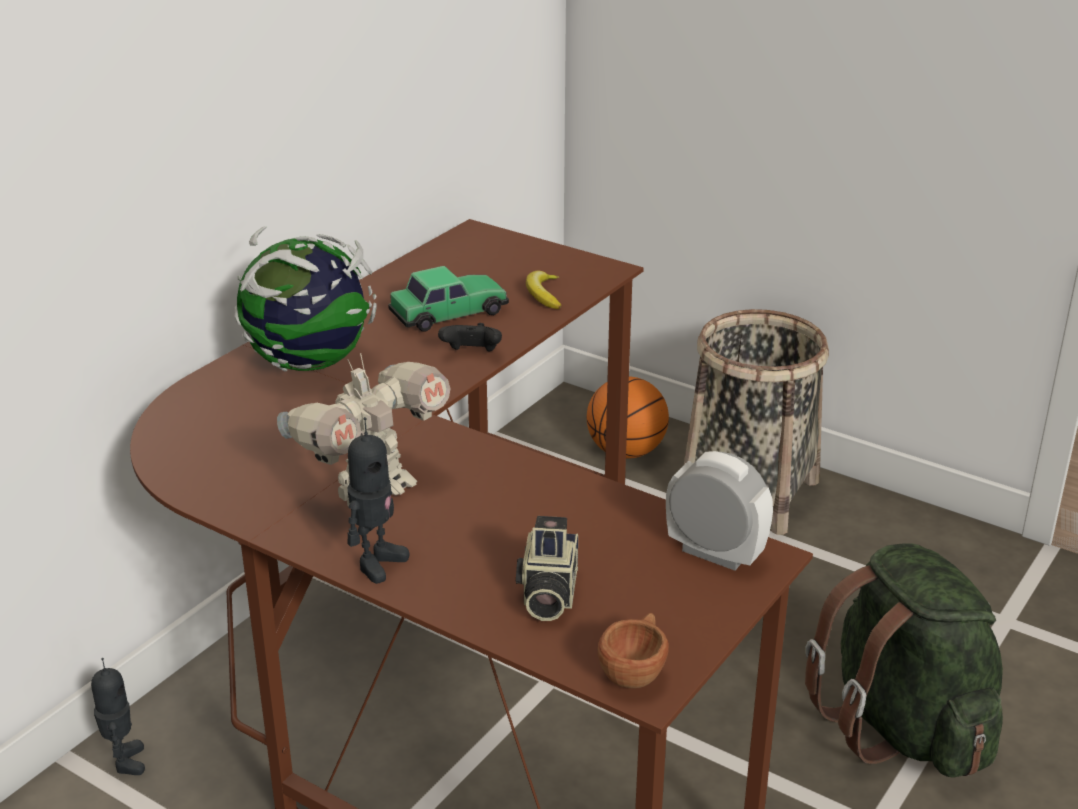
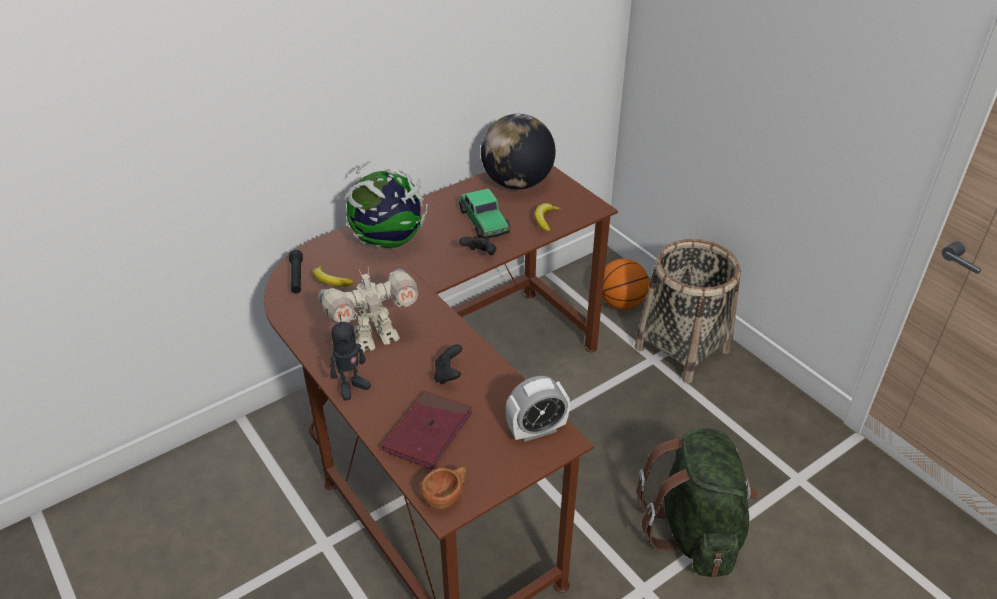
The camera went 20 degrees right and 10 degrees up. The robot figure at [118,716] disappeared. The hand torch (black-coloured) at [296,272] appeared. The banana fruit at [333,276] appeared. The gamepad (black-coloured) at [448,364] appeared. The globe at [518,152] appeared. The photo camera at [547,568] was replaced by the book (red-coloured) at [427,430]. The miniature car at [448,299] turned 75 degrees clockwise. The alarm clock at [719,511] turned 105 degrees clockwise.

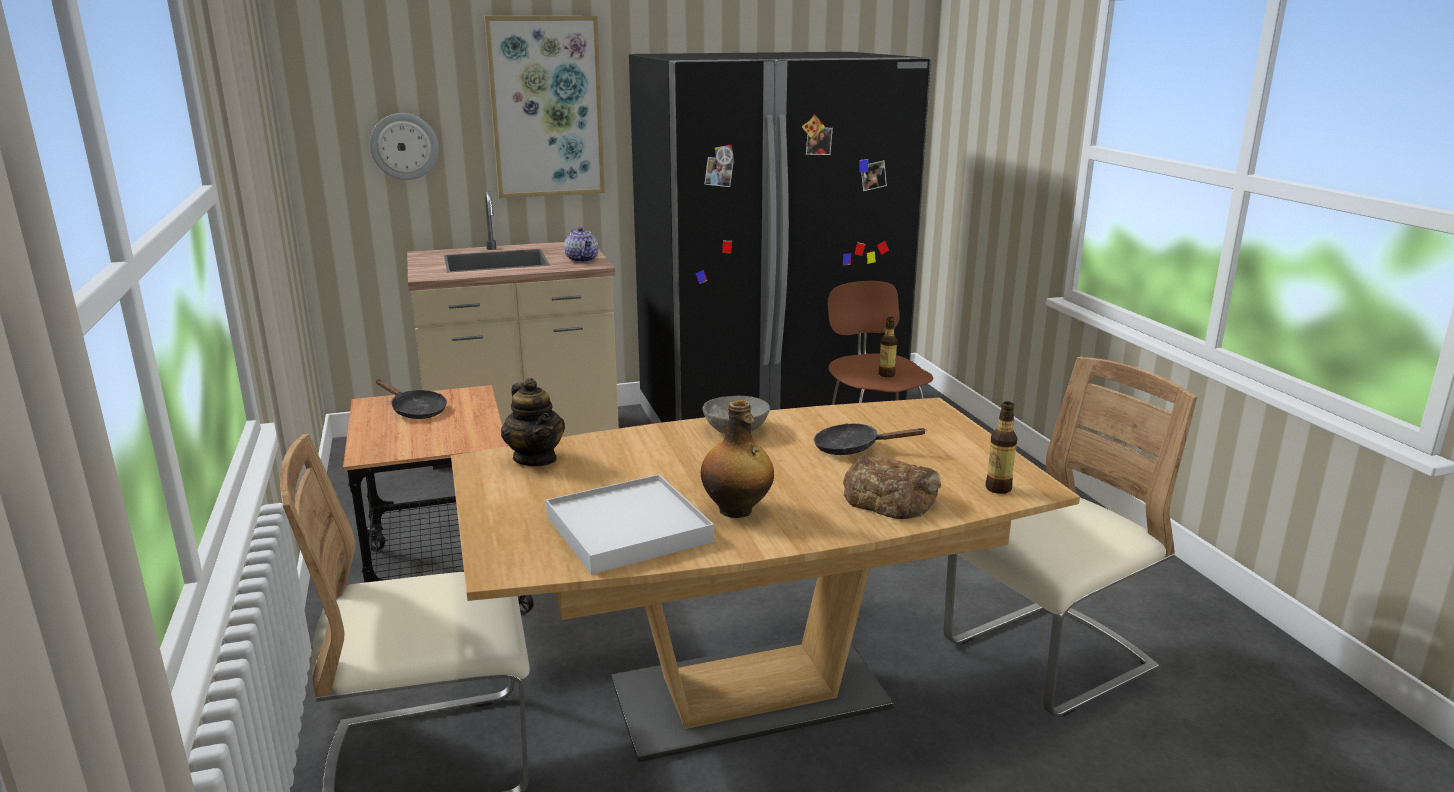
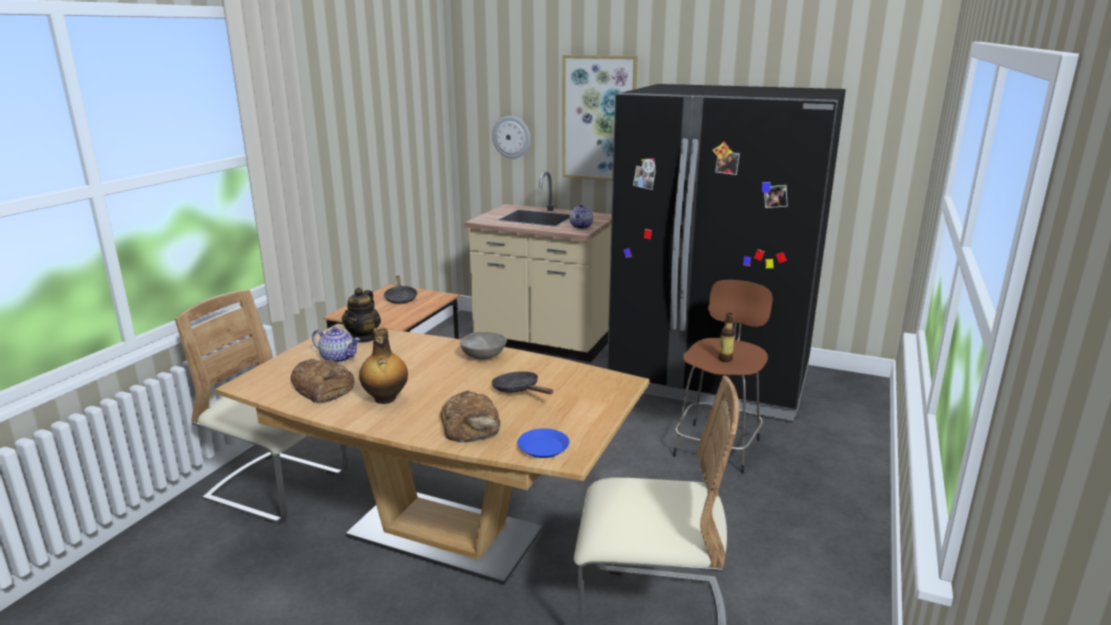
The camera went 40 degrees right and 0 degrees up. The tea pot at [336,345] appeared. The carrying tray (white) at [630,524] was replaced by the baked bread at [322,381]. The beverage bottle at [1001,447] was replaced by the flat dish (bluish) at [544,443].

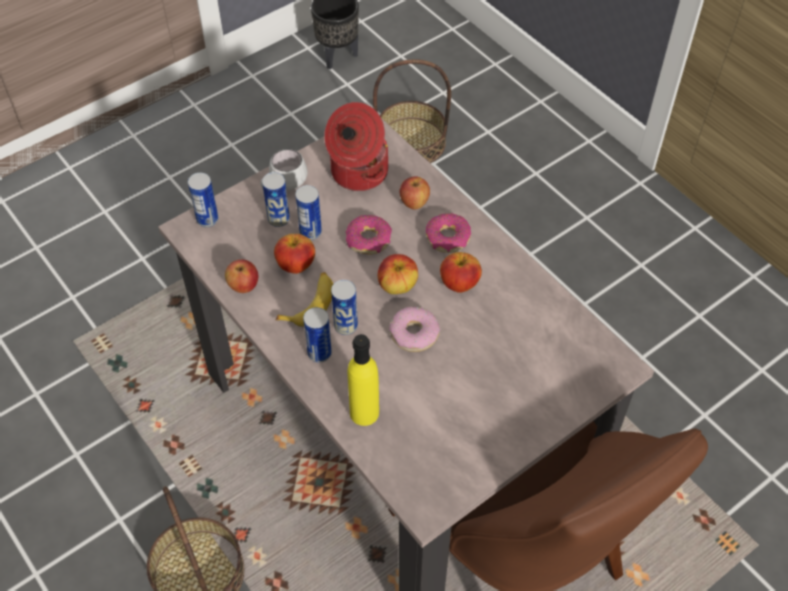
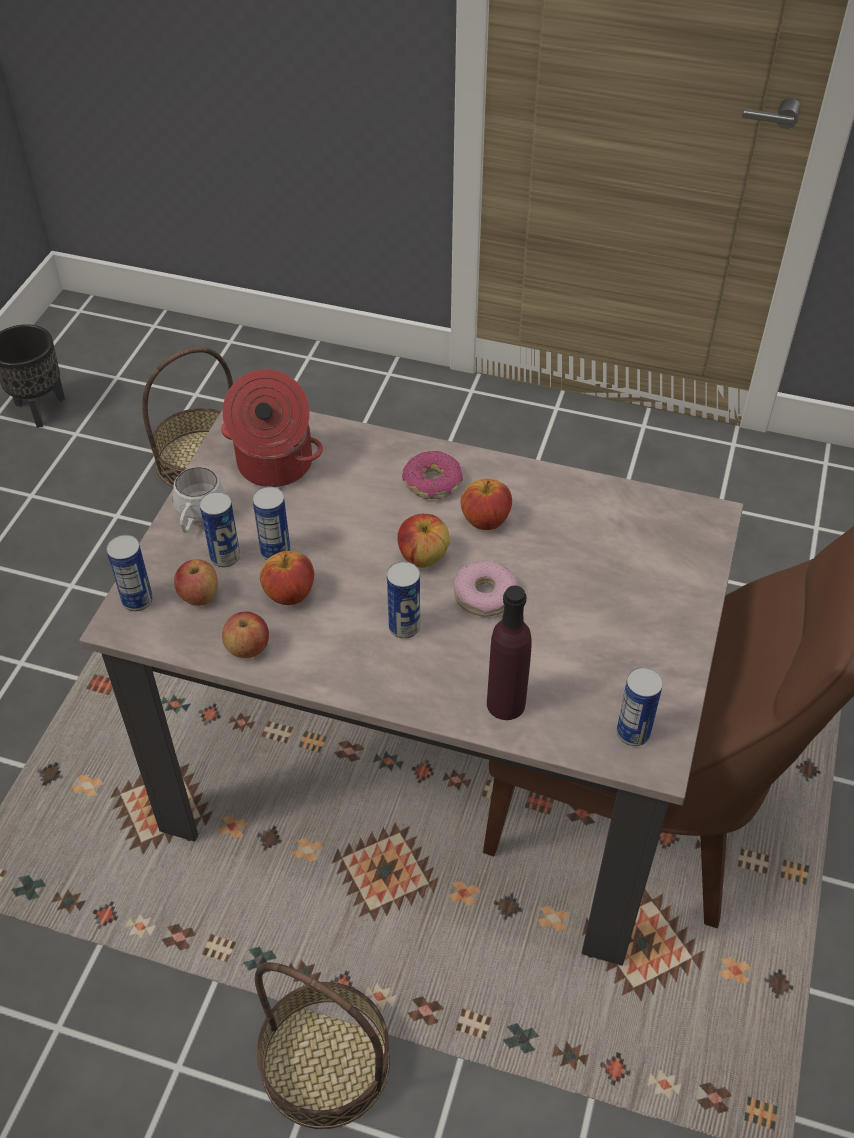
The camera went 35 degrees left and 5 degrees down. The banana fruit at [304,299] disappeared. The ring doughnut at [369,235] disappeared. The can moved from [317,335] to [640,706]. The whole apple moved from [415,193] to [196,582]. The beverage bottle (yellow-coloured) at [363,380] became the beverage bottle (purple-coloured) at [509,653].

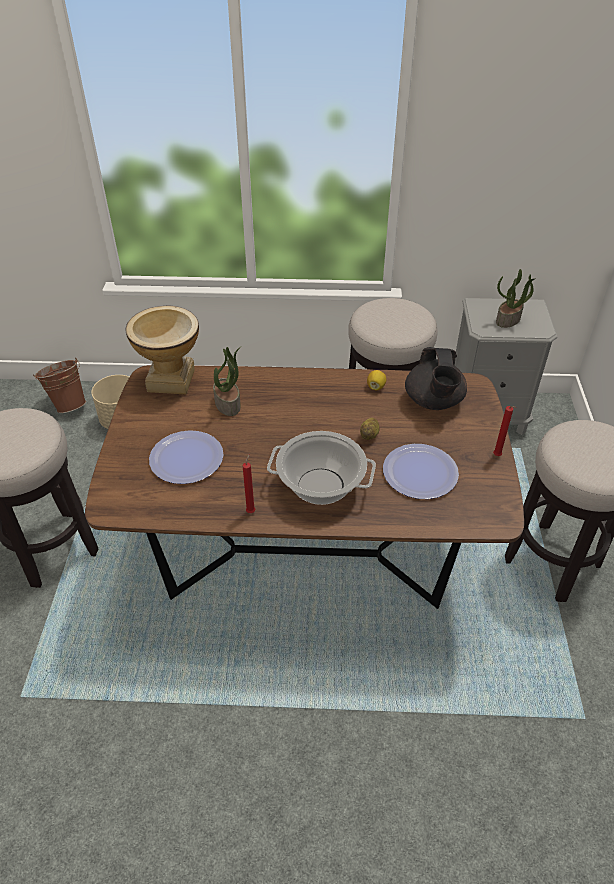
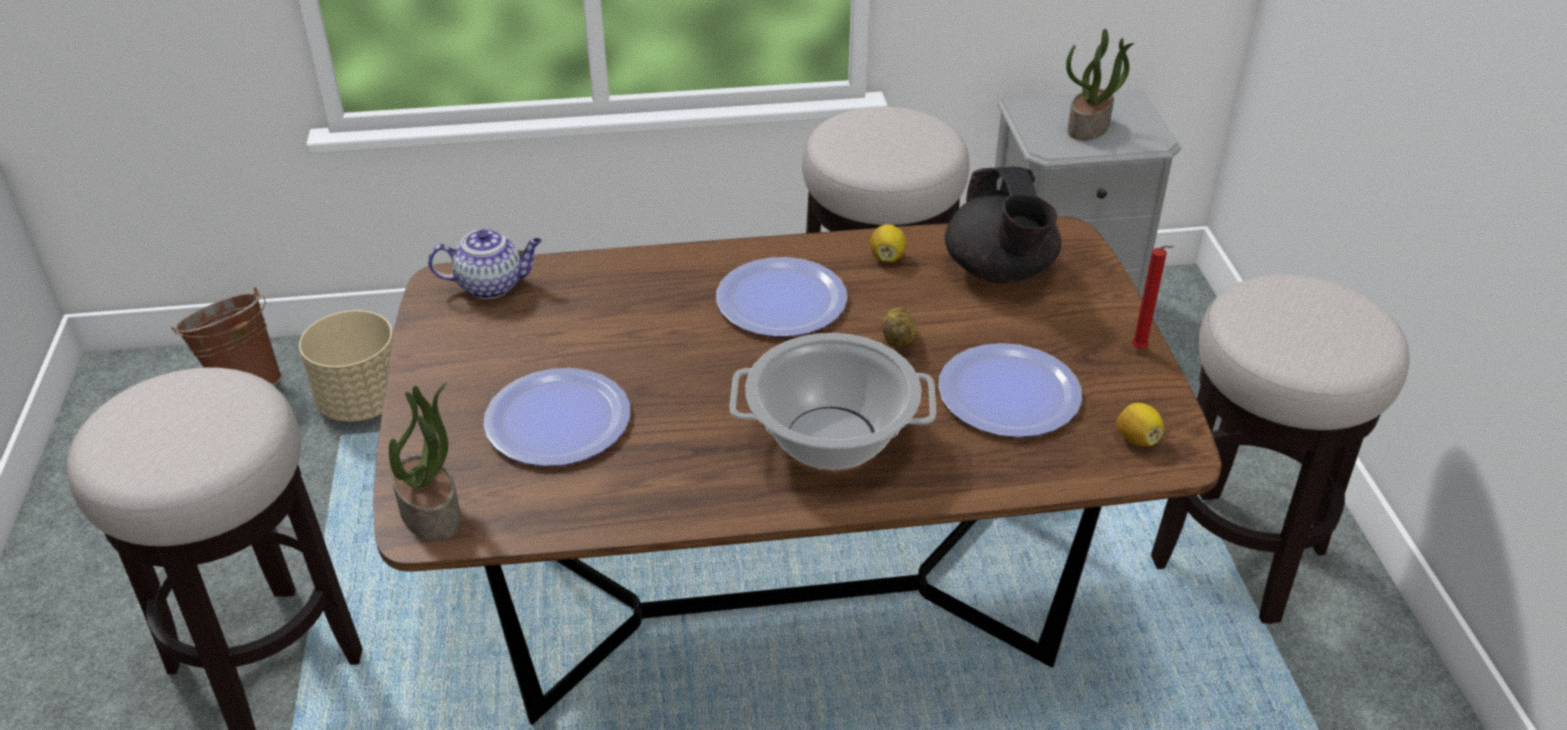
The camera went 10 degrees left and 5 degrees down. The wax light (red-coloured) at [249,483] disappeared. The flat dish at [781,297] appeared. The citrus fruit at [1140,425] appeared. The houseplant moved from [227,381] to [425,461]. The flower vase at [162,350] was replaced by the tea pot at [485,264].

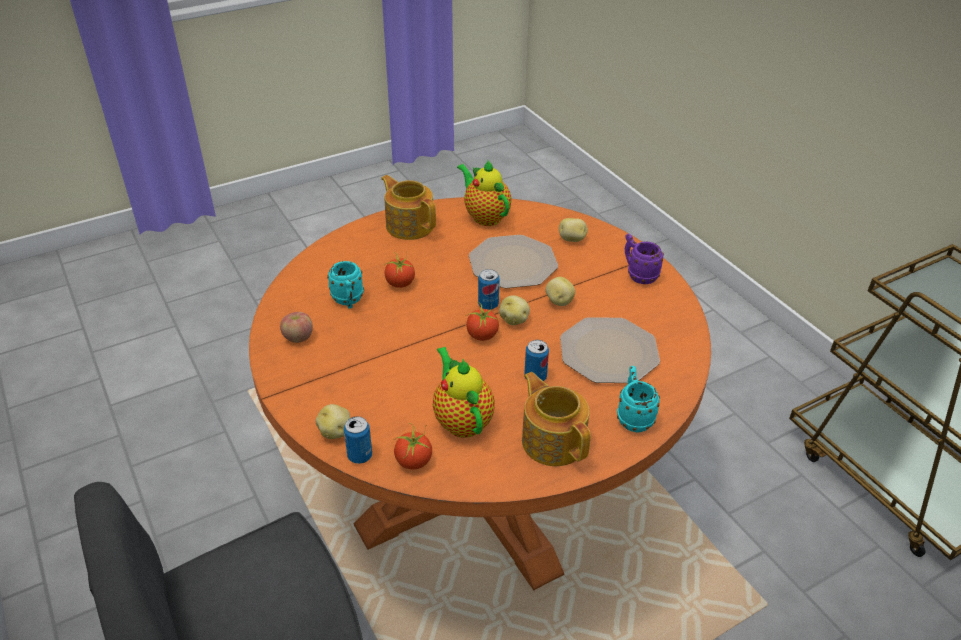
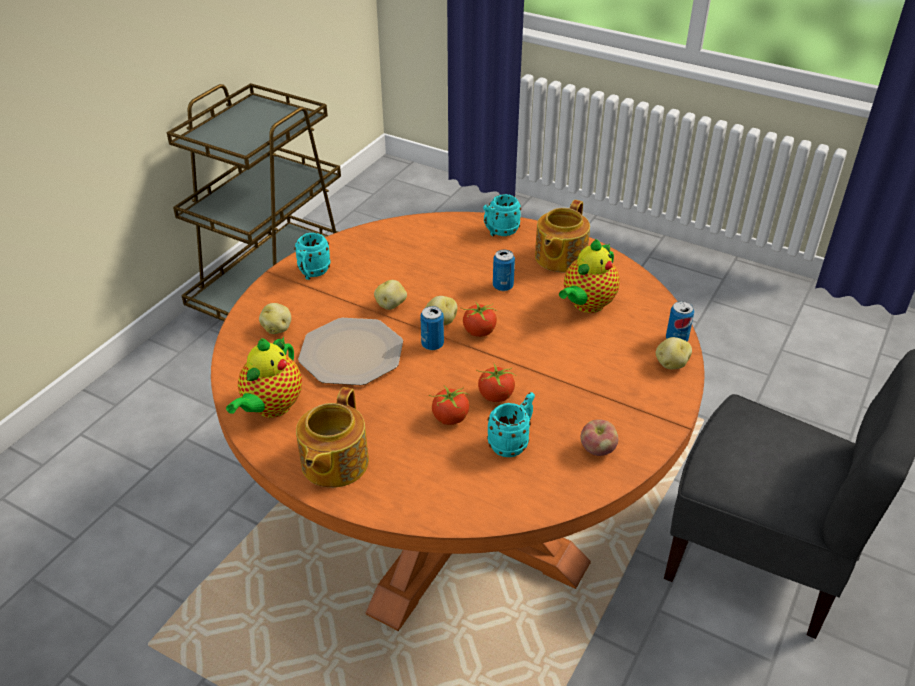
The camera went 120 degrees left and 0 degrees up. The flat dish at [610,350] disappeared. The tomato moved from [413,446] to [496,383]. The tea mug (purple-coloured) at [644,259] became the tea mug (turquoise-coloured) at [312,256].

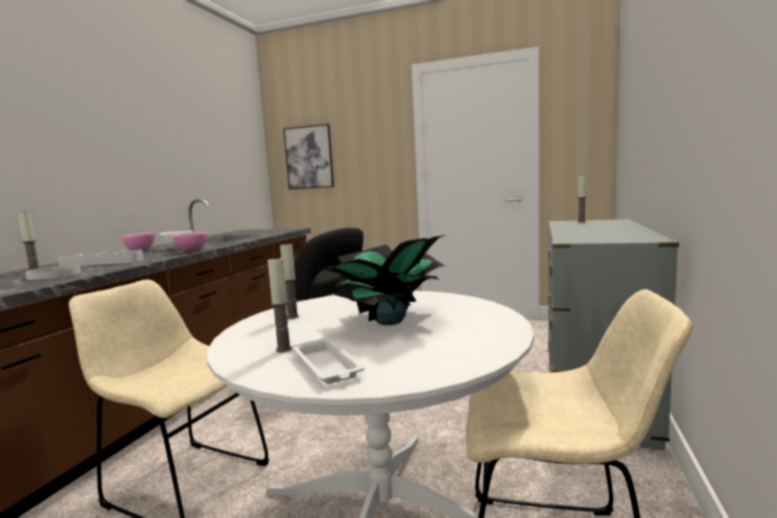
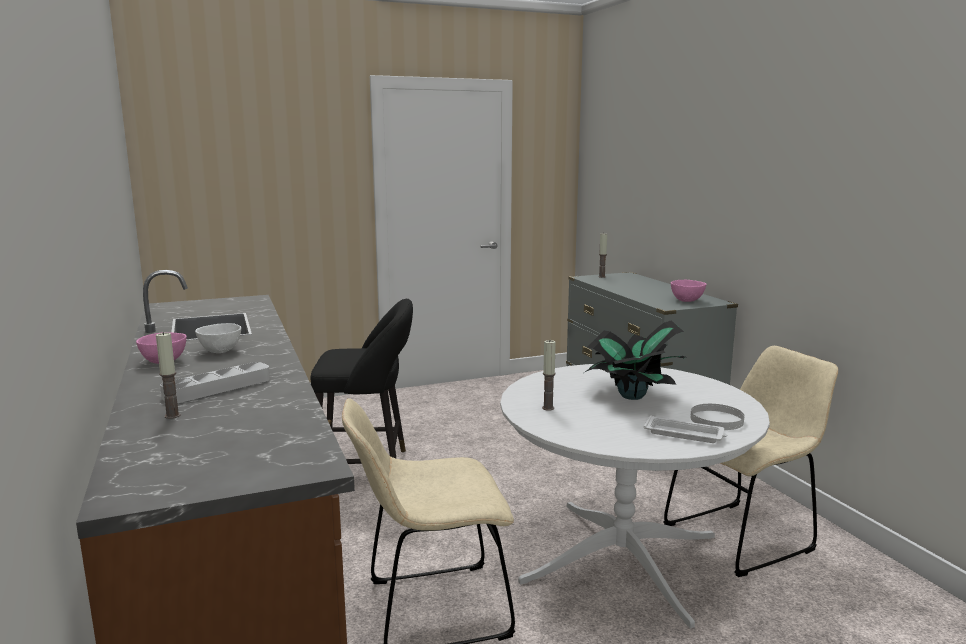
The camera went 40 degrees left and 5 degrees up. The wax light at [280,305] disappeared. The wall art at [308,156] disappeared. The flat dish (white) moved from [53,272] to [717,417]. The bowl (pink) moved from [189,242] to [688,291].

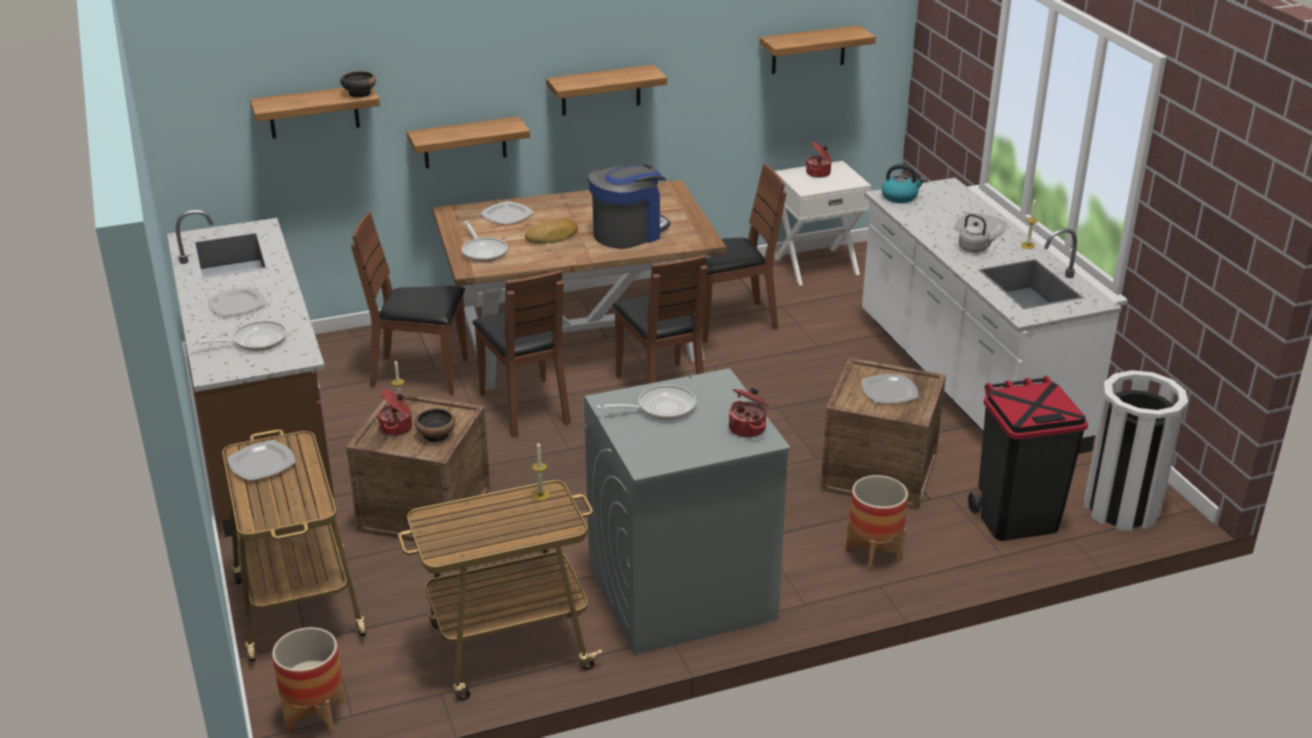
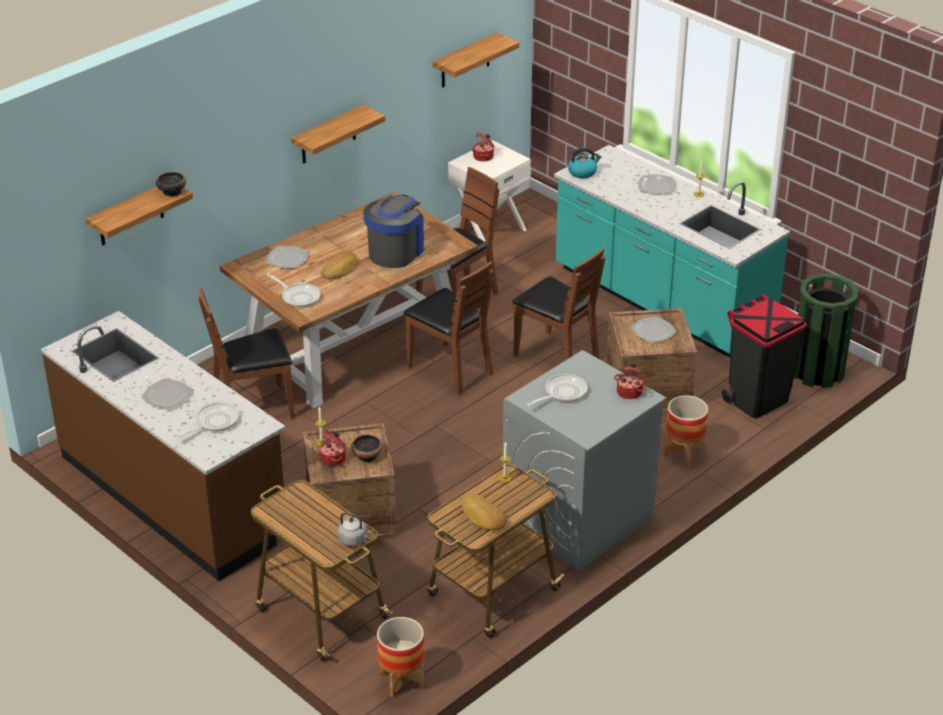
The camera went 25 degrees left and 5 degrees up. The flat dish at [262,460] disappeared. The bracket shelf at [468,142] disappeared. The baked bread at [484,512] appeared. The plain chair (brown) moved from [521,353] to [559,304]. The tea kettle (greyish) moved from [976,233] to [355,529]. The kitchen counter (white) at [992,316] became the kitchen counter (turquoise-coloured) at [672,251]. The trash can (white) at [1136,450] became the trash can (green-coloured) at [826,330].

